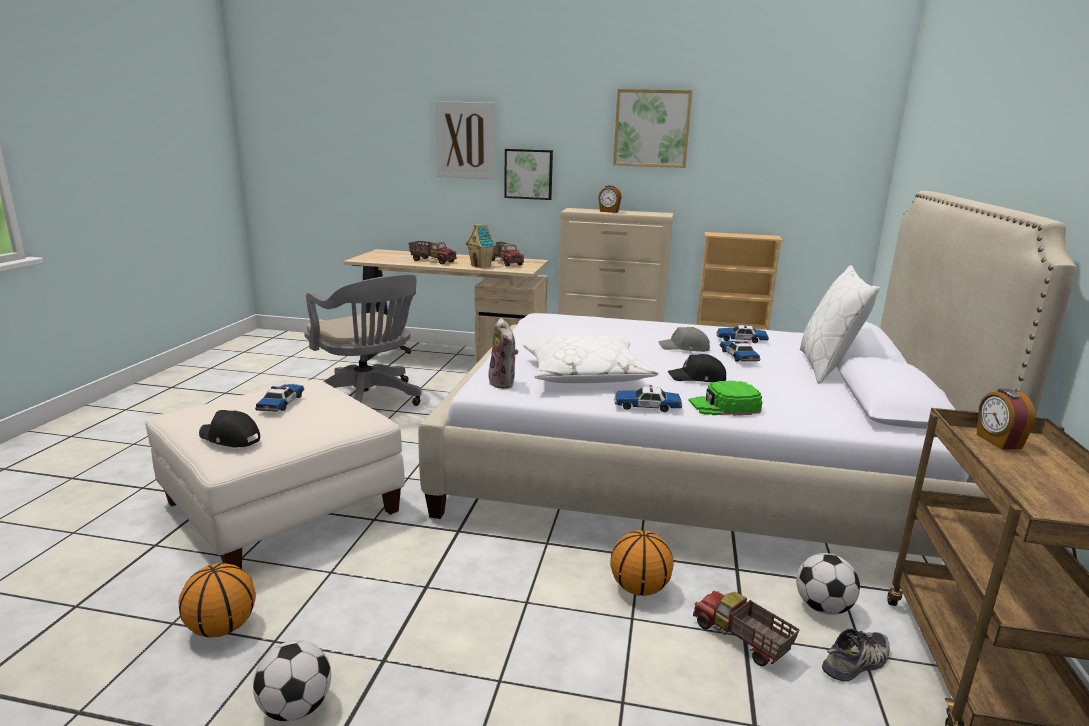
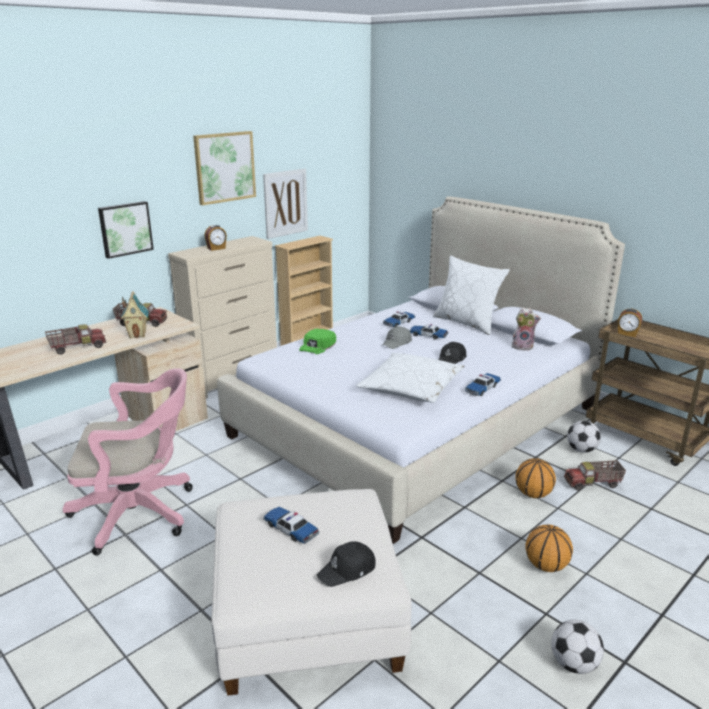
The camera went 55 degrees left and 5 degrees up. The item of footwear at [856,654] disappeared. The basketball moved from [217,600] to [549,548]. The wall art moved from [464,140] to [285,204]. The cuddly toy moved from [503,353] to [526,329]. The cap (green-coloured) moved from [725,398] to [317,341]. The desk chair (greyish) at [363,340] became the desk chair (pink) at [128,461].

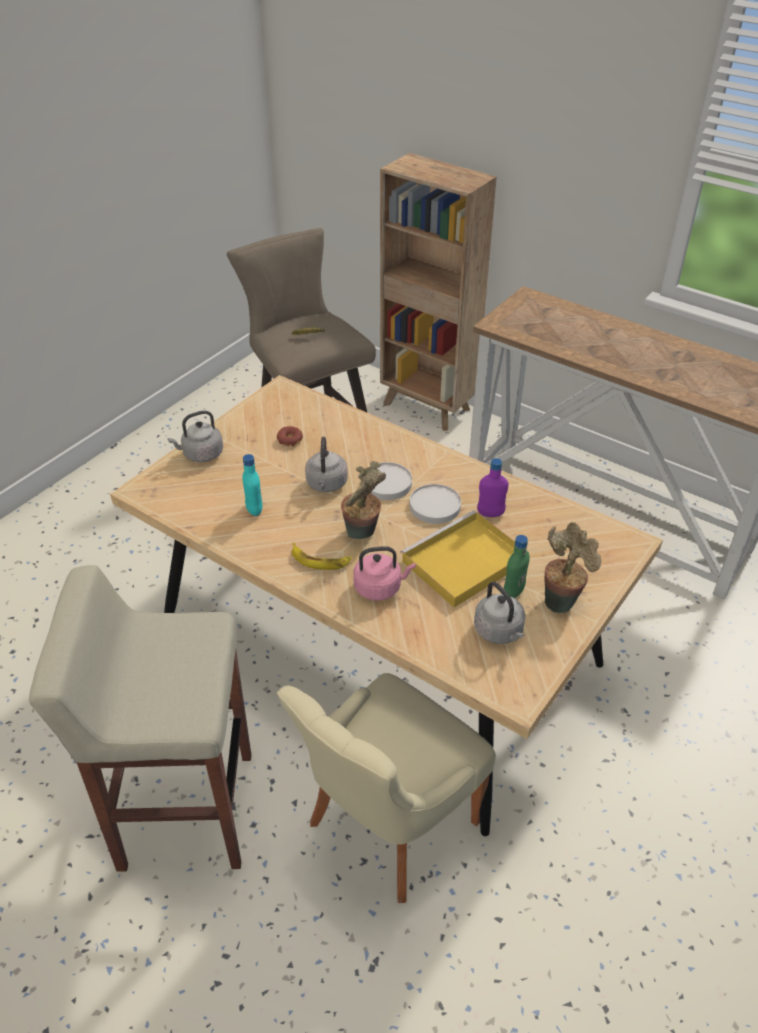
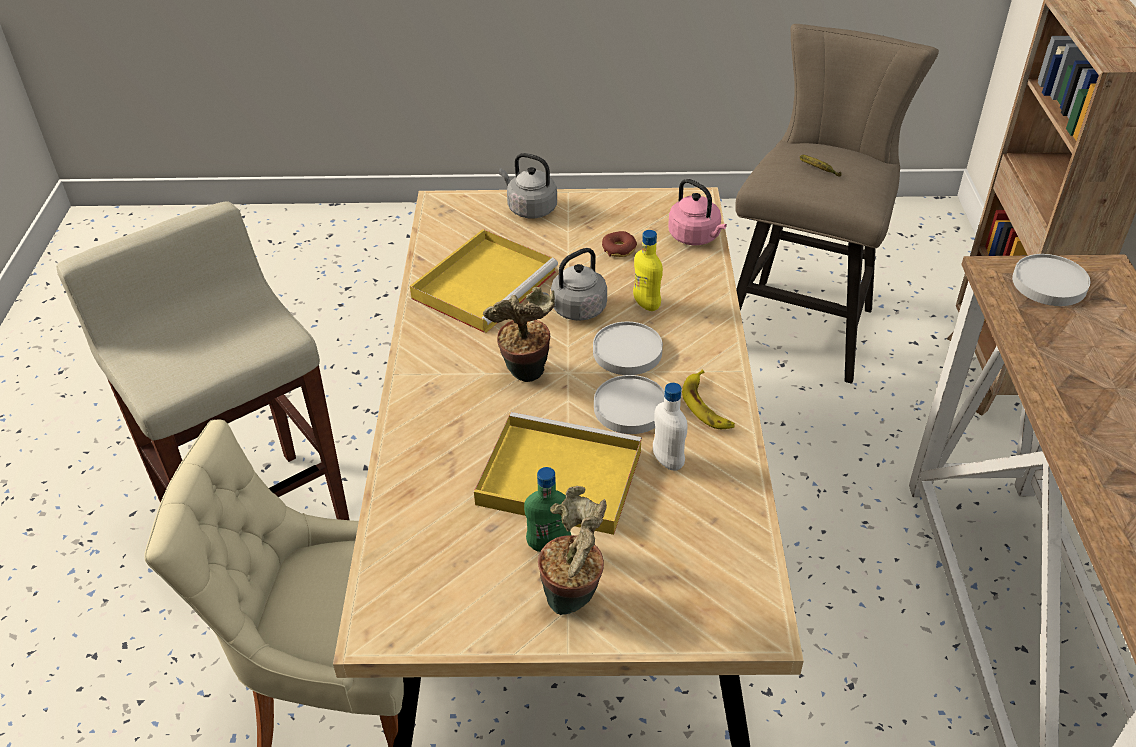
The camera went 55 degrees right and 0 degrees up. The tea kettle (greyish) at [499,612] disappeared. The beverage bottle (yellow-coloured) at [648,270] appeared. The flat dish (white) at [1051,280] appeared. The banana fruit moved from [322,556] to [708,399]. The tea kettle (pink) moved from [384,573] to [697,212]. The beverage bottle (turquoise-coloured) at [252,485] was replaced by the carrying tray (yellow-coloured) at [484,281]. The beverage bottle (purple-coloured) at [493,487] became the beverage bottle (white) at [670,426].

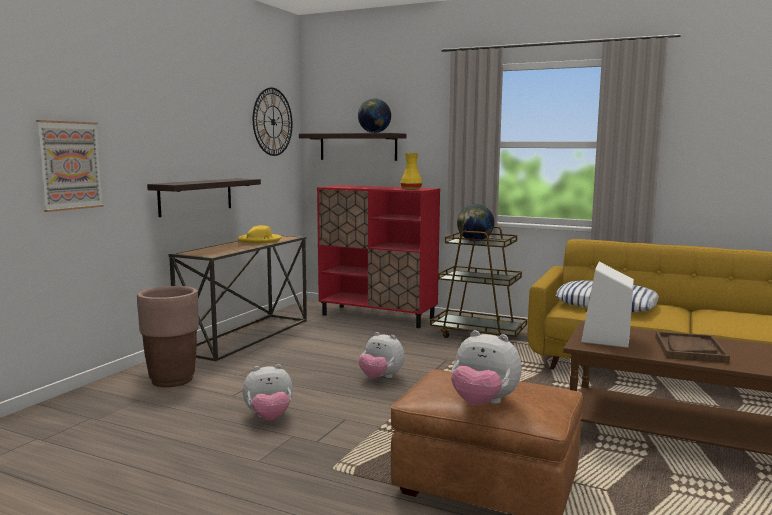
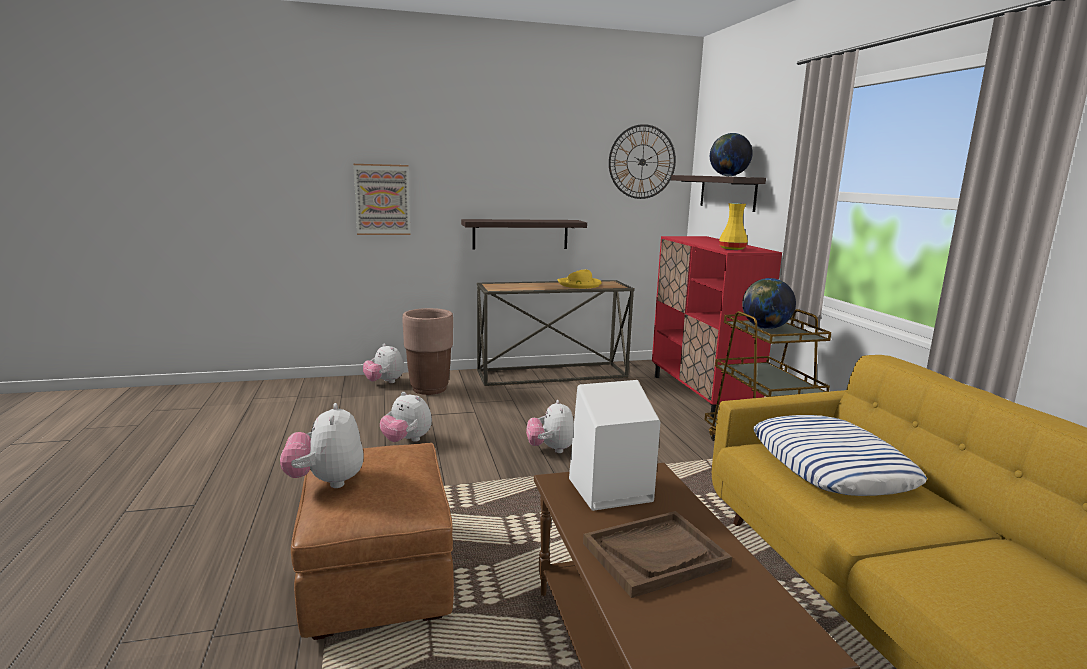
The camera went 50 degrees right and 5 degrees up. The cuddly toy at [383,363] appeared.

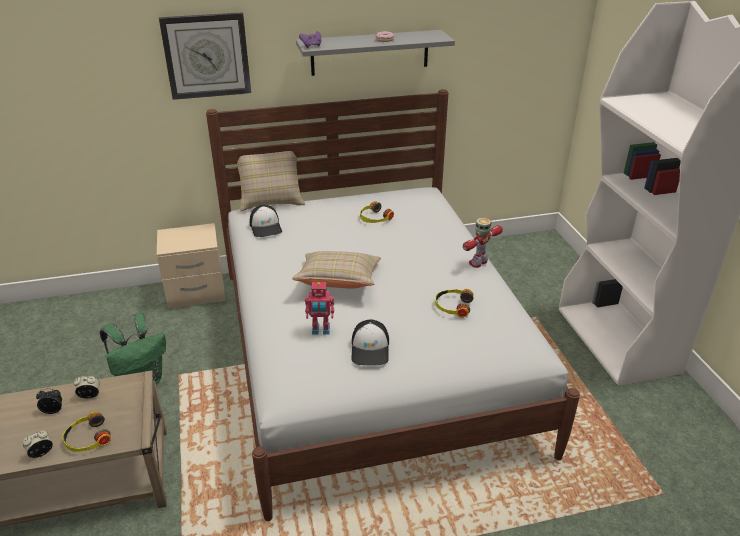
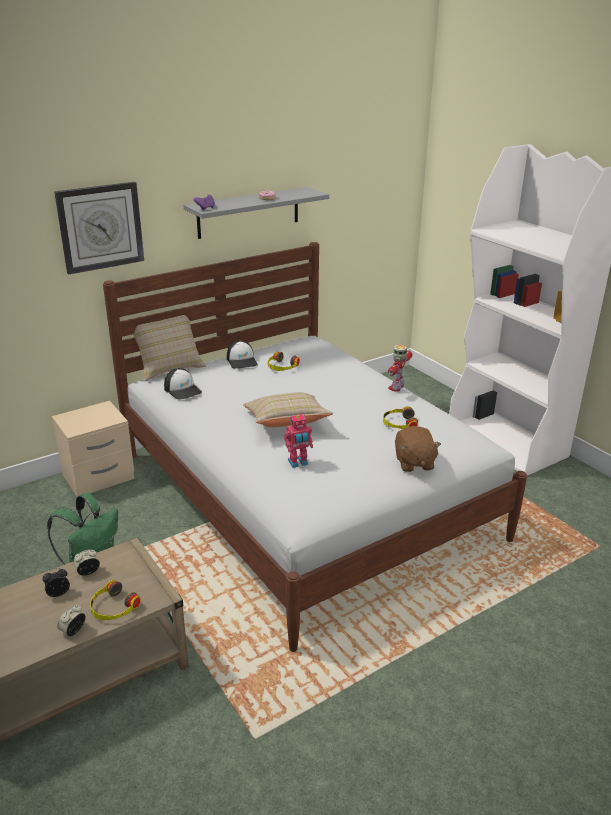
The camera went 20 degrees left and 5 degrees down. The cuddly toy (brown) at [418,449] appeared. The cap moved from [370,342] to [242,354].

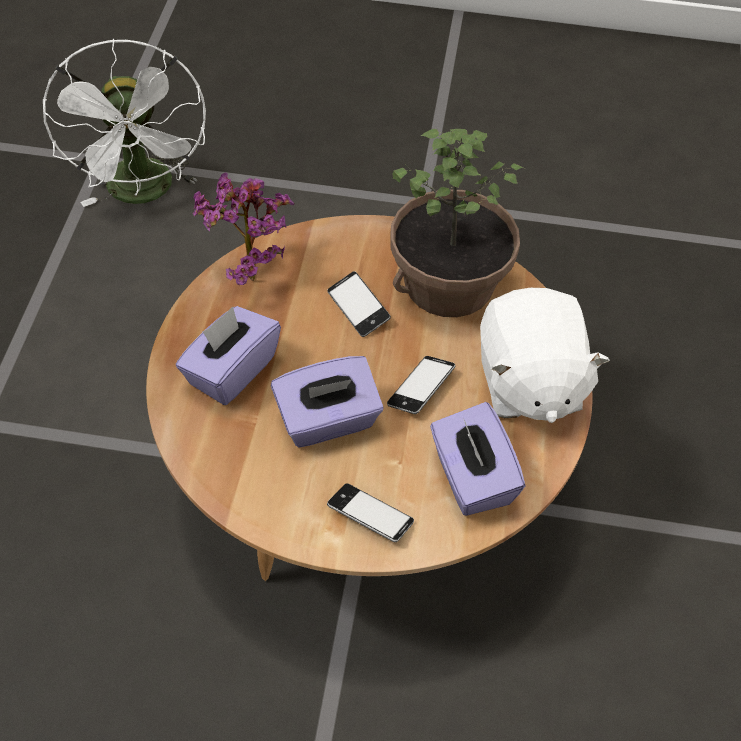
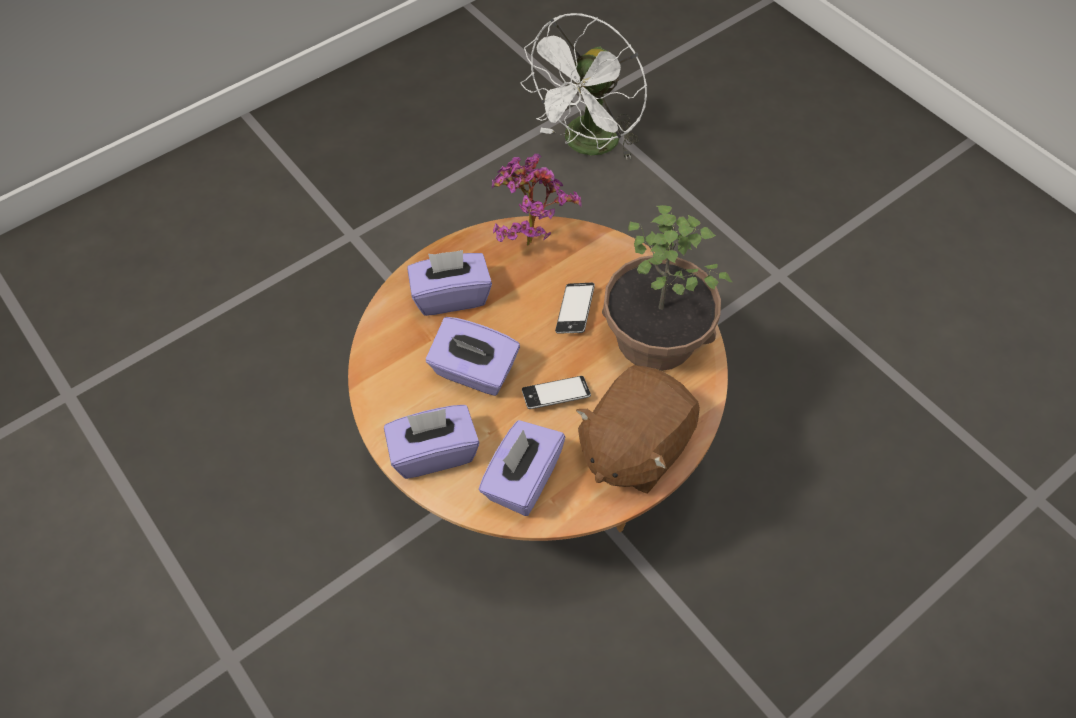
The camera went 45 degrees right and 5 degrees up. The phone at [370,512] was replaced by the tissue holder (purple-coloured) at [431,442]. The cuddly toy (white) at [545,355] became the cuddly toy (brown) at [638,429].

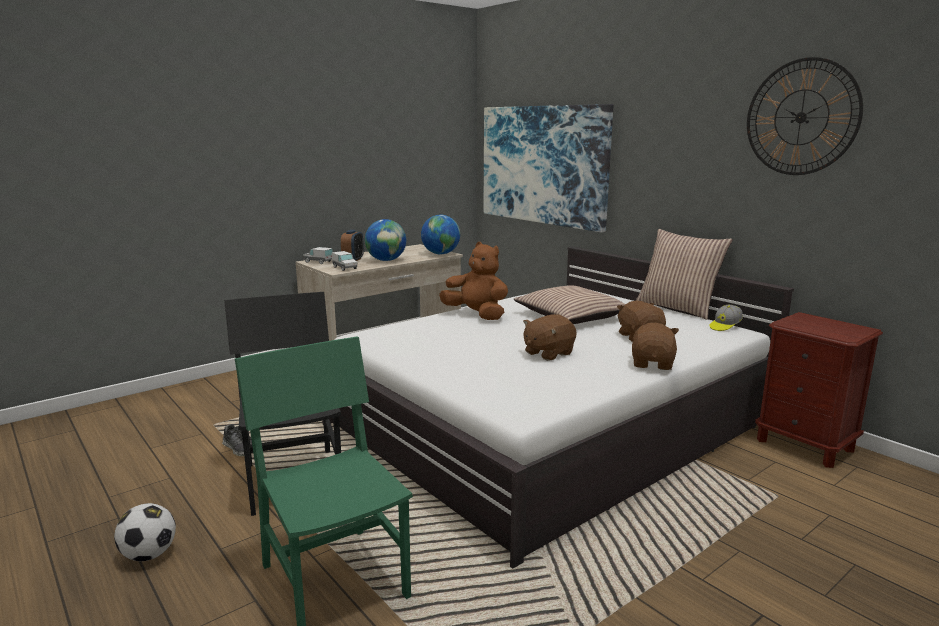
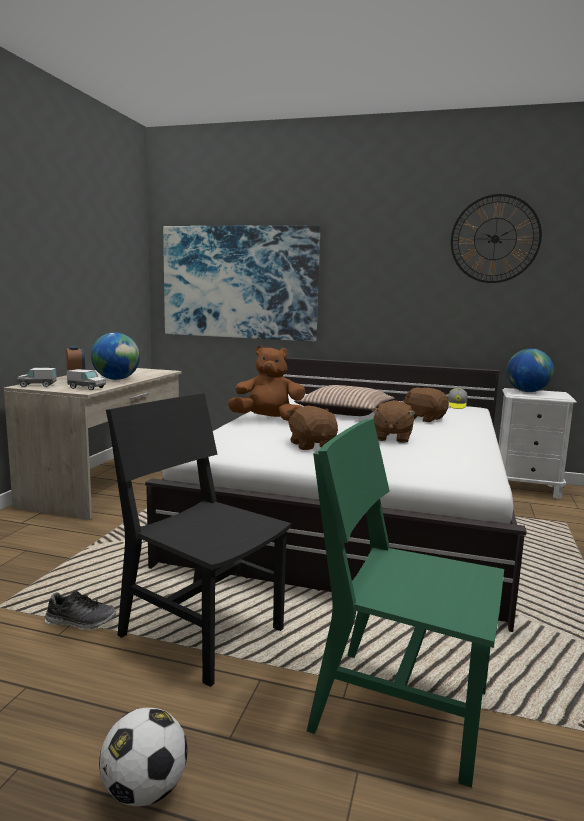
The camera went 35 degrees left and 5 degrees down. The throw pillow at [684,274] disappeared. The globe moved from [440,234] to [530,370]. The cuddly toy (brown) moved from [655,346] to [312,427]. The night table (brown) at [819,390] became the night table (white) at [538,443].

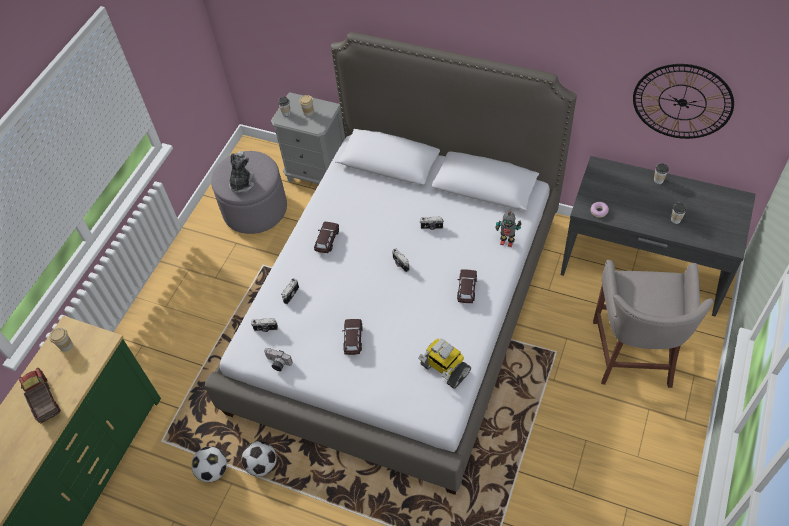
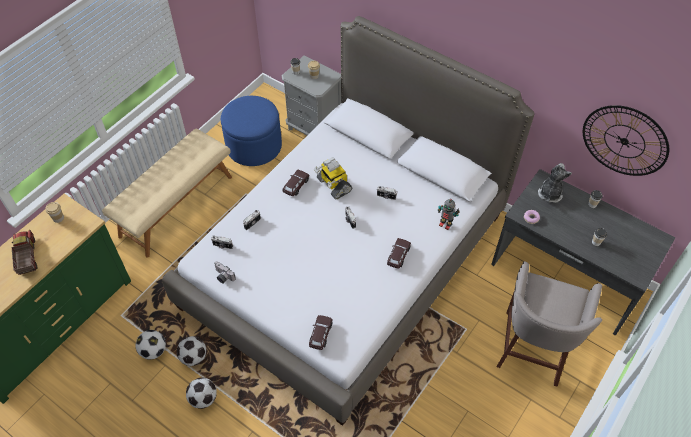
The camera went 10 degrees right and 0 degrees up. The indoor bench (beige-coloured) at [167,192] appeared. The football ball at [201,393] appeared. The cuddly toy moved from [241,172] to [555,183]. The miniature car (brown) moved from [352,337] to [321,332]. The robot figure moved from [444,363] to [333,178]. The ottoman (greyish) at [249,192] became the ottoman (bluish) at [251,131].

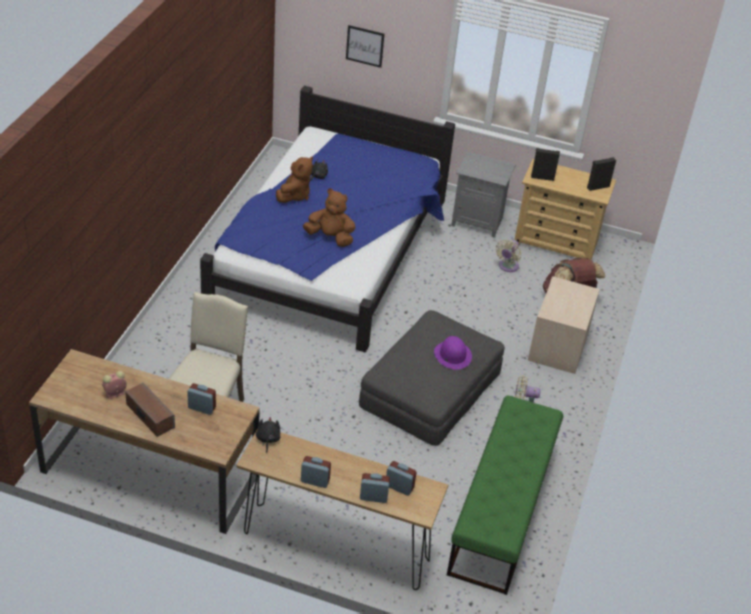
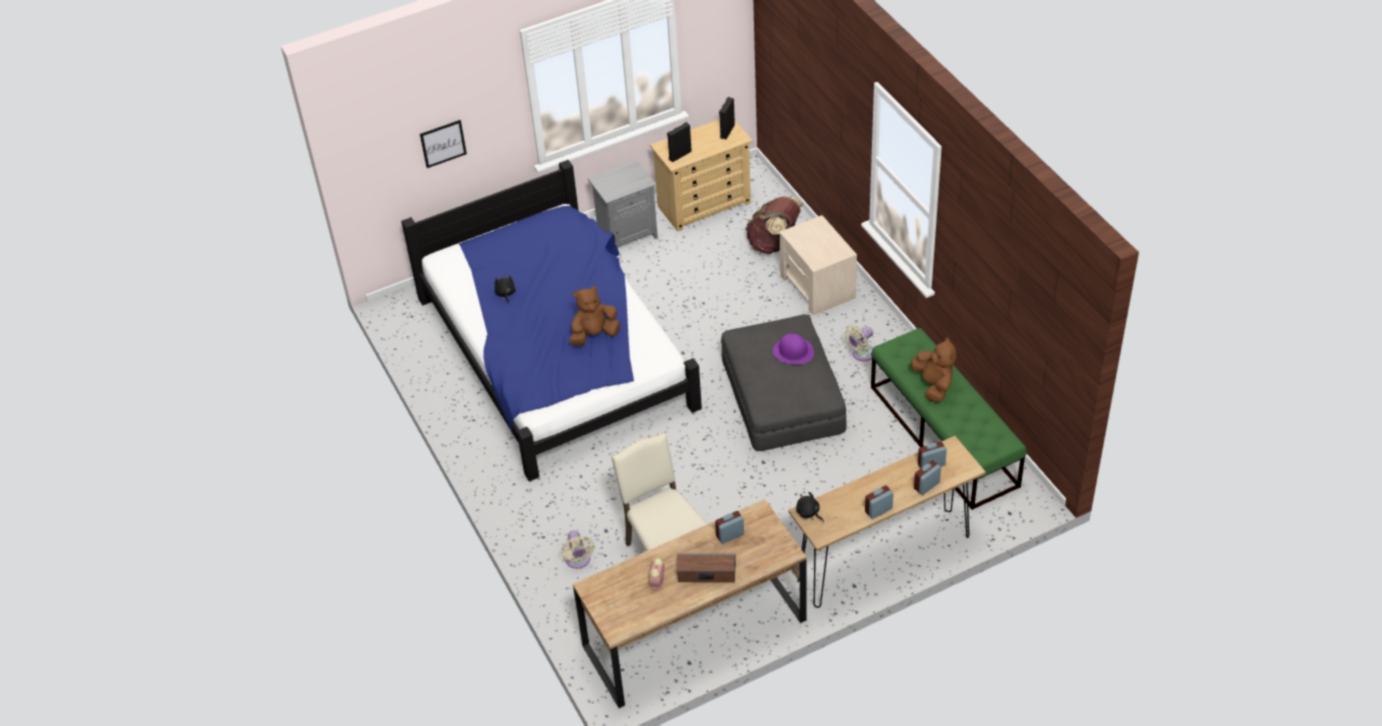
The camera went 40 degrees left and 5 degrees up. The cuddly toy (brown) moved from [294,179] to [933,370]. The electric fan (beige-coloured) moved from [508,256] to [578,549].

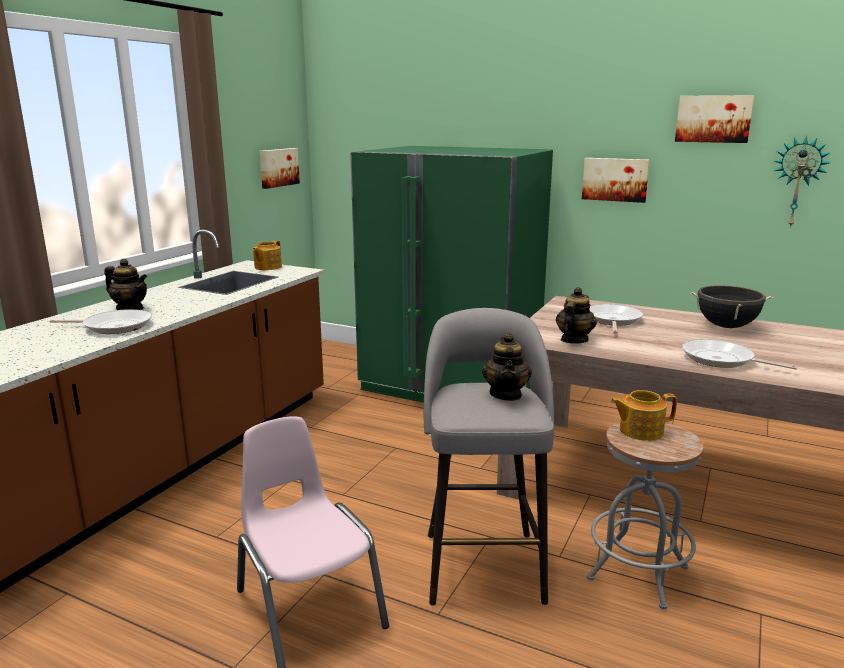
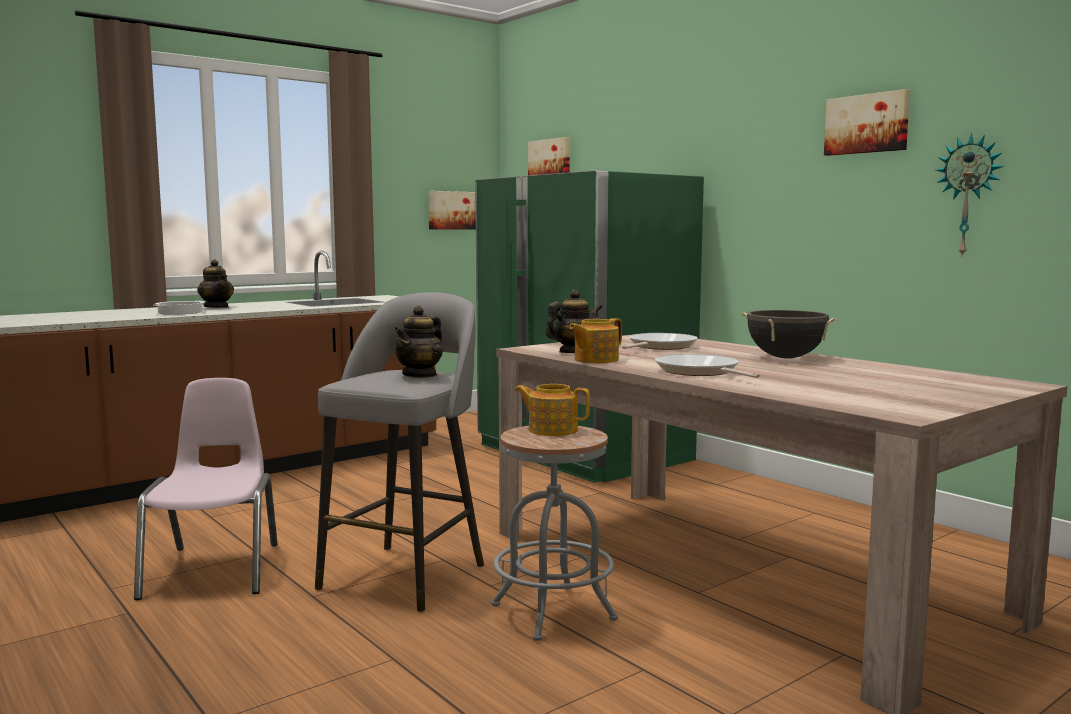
The camera went 25 degrees right and 10 degrees down. The tea pot moved from [267,255] to [596,340]. The wall art moved from [616,180] to [549,156]. The skillet at [101,321] was replaced by the stockpot at [180,307].

